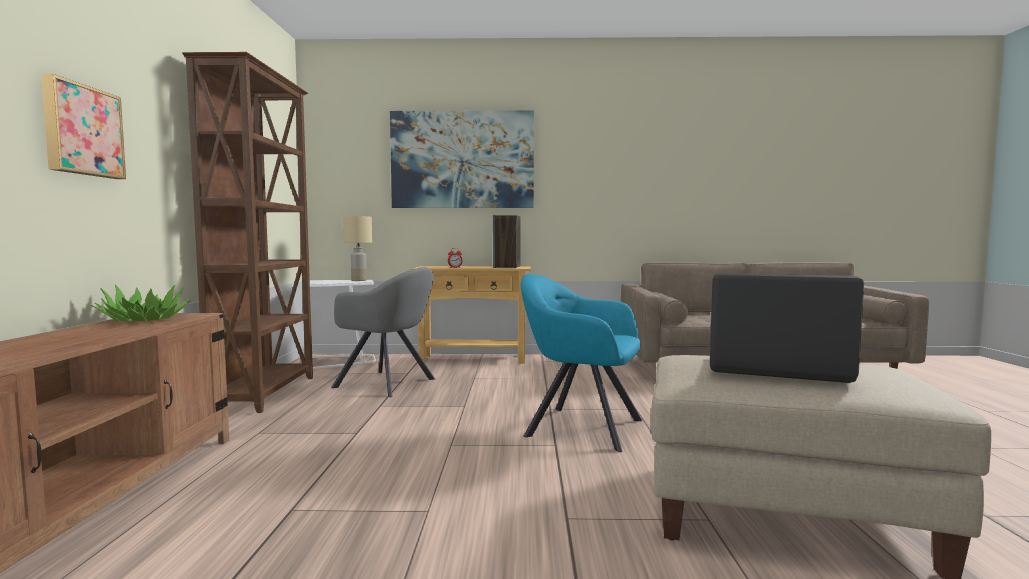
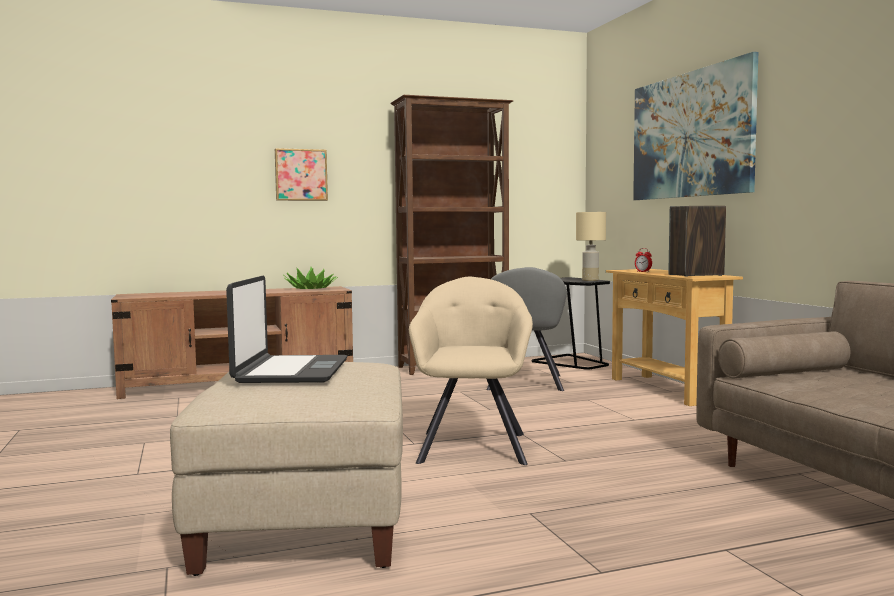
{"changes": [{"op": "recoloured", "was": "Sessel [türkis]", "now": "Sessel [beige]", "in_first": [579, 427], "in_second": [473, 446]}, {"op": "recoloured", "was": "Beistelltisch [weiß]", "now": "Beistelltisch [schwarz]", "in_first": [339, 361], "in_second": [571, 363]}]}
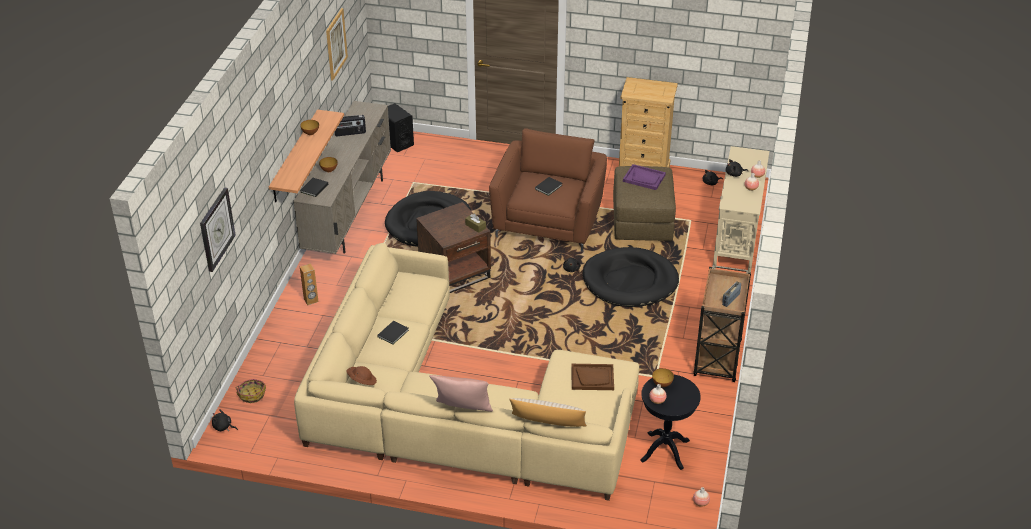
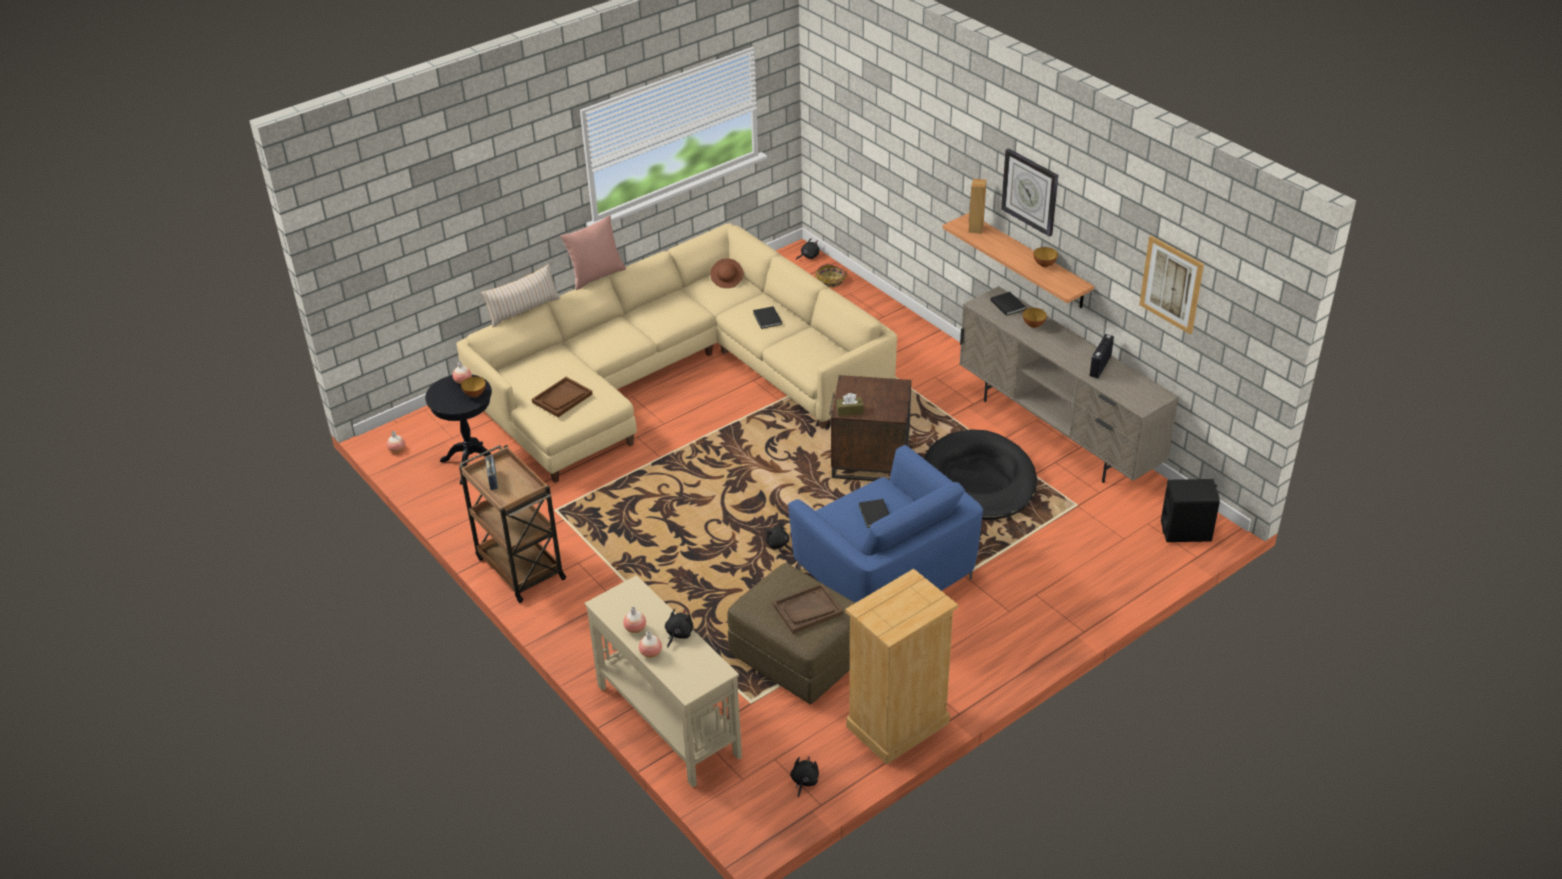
{"changes": [{"op": "recoloured", "was": "Sessel [braun]", "now": "Sessel [blau]", "in_first": [548, 221], "in_second": [884, 575]}, {"op": "recoloured", "was": "Tablett [lila]", "now": "Tablett [braun]", "in_first": [644, 178], "in_second": [807, 610]}, {"op": "moved", "was": "Wanduhr", "in_first": [216, 229], "in_second": [1030, 191]}, {"op": "removed", "was": "Hundebett [schwarz]", "in_first": [630, 281]}, {"op": "moved", "was": "Lautsprecher [braun]", "in_first": [311, 300], "in_second": [975, 229]}]}
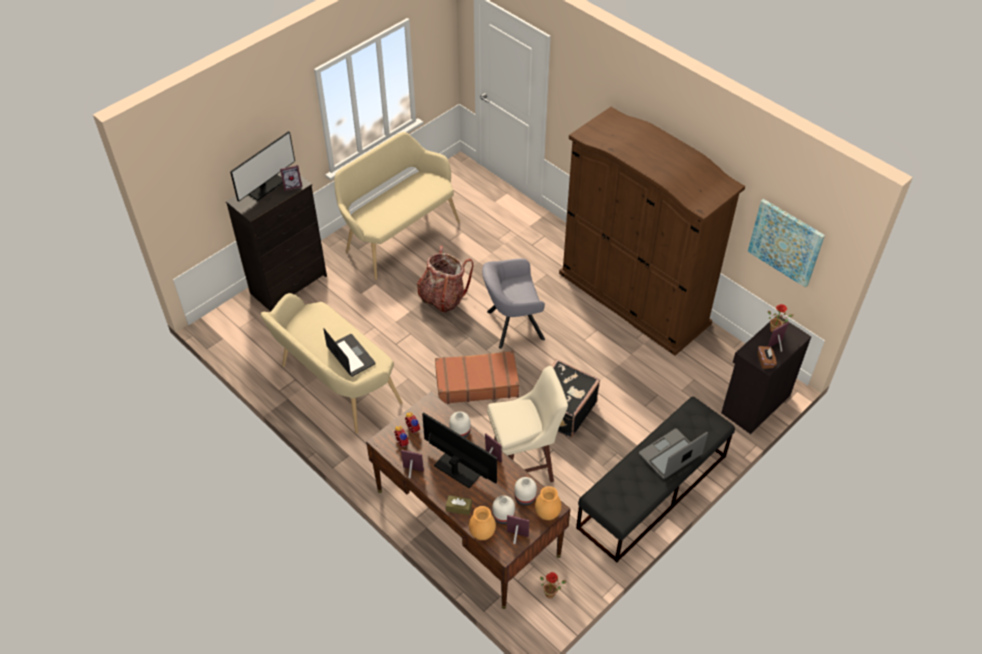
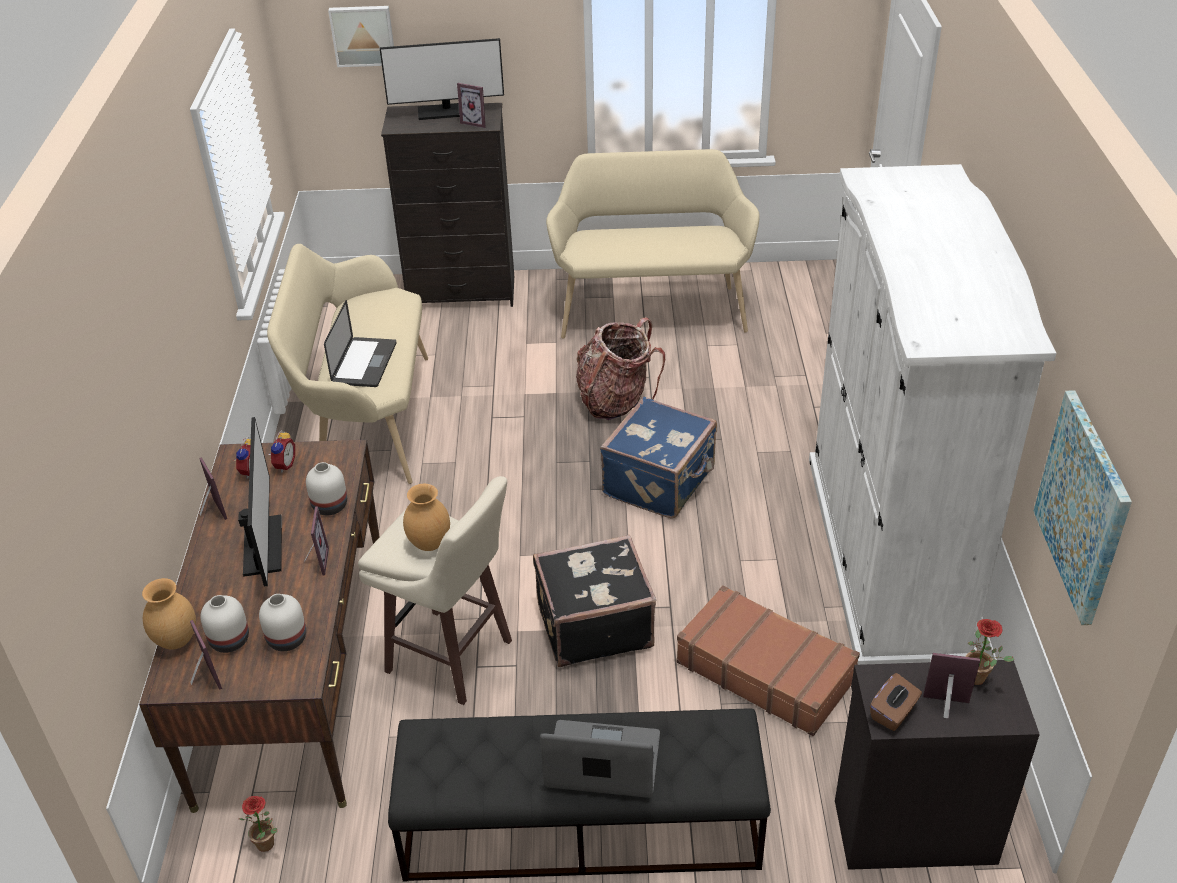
{"changes": [{"op": "recoloured", "was": "Kleiderschrank [braun]", "now": "Kleiderschrank [weiß]", "in_first": [634, 298], "in_second": [886, 553]}, {"op": "replaced", "was": "Sessel [grau]", "now": "Koffer [blau]", "in_first": [511, 325], "in_second": [661, 482]}, {"op": "moved", "was": "Koffer [braun]", "in_first": [476, 383], "in_second": [765, 670]}, {"op": "moved", "was": "Vase [braun]", "in_first": [547, 514], "in_second": [429, 544]}, {"op": "removed", "was": "Taschentuchbox [braun]", "in_first": [458, 507]}, {"op": "added", "now": "Bild", "in_second": [363, 35]}]}
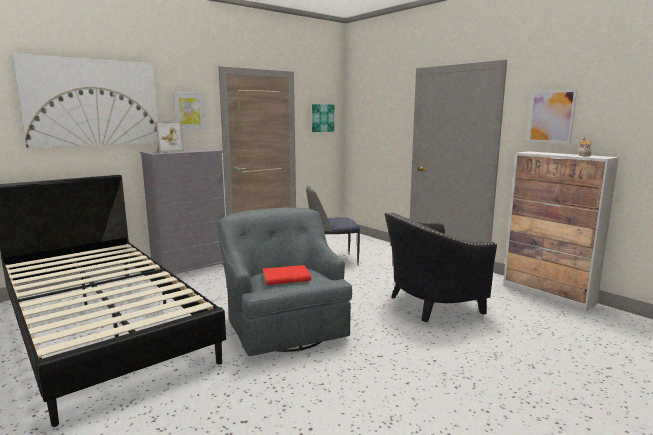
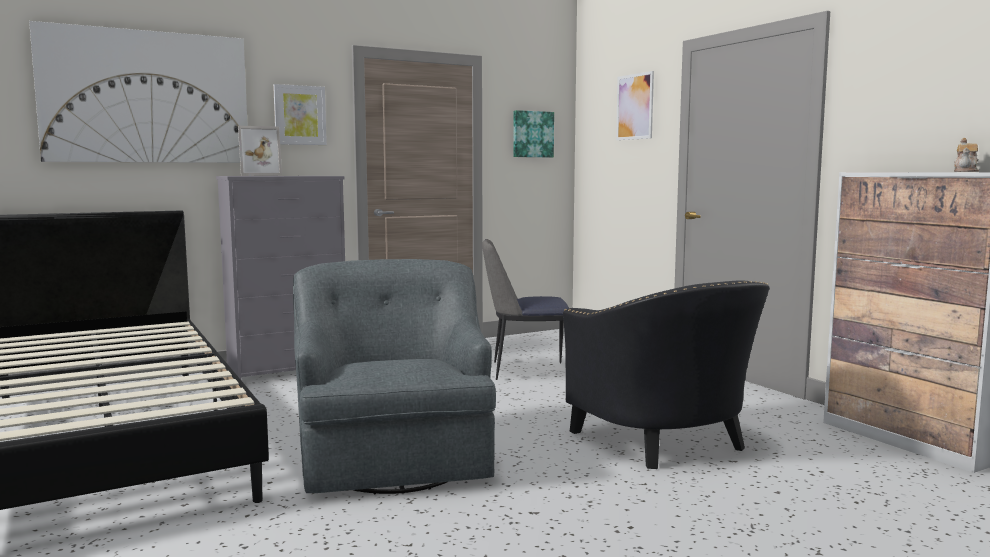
{"changes": [{"op": "moved", "was": "Bild", "in_first": [551, 116], "in_second": [635, 106]}, {"op": "turned", "was": "Sessel [schwarz]", "in_first": [429, 304], "in_second": [666, 443], "clockwise": -105}, {"op": "removed", "was": "Buch [rot]", "in_first": [285, 278]}]}
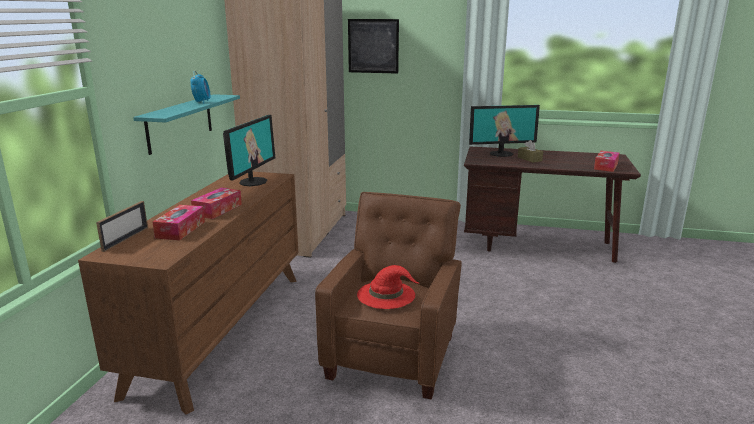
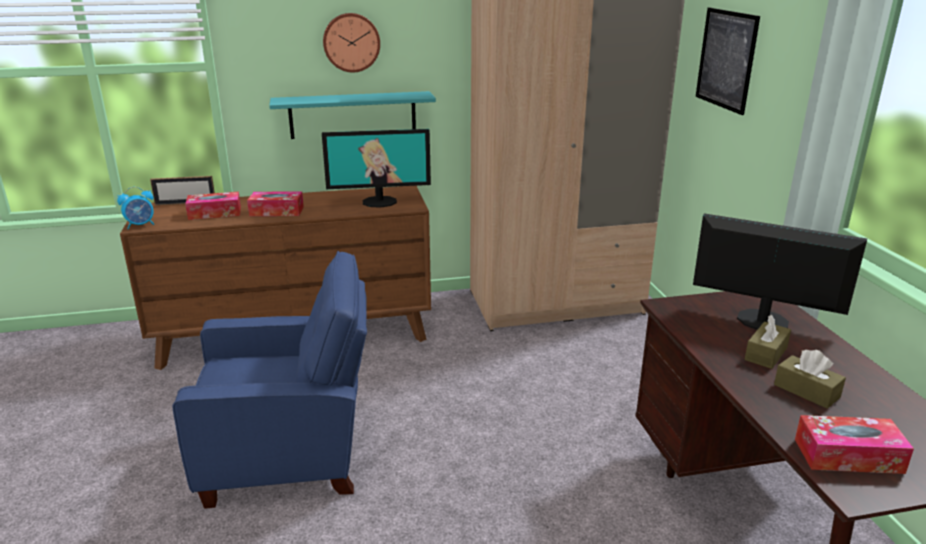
{"changes": [{"op": "moved", "was": "Wecker", "in_first": [202, 102], "in_second": [141, 225]}, {"op": "turned", "was": "Monitor", "in_first": [501, 154], "in_second": [762, 321], "clockwise": 150}, {"op": "recoloured", "was": "Sessel [braun]", "now": "Sessel [blau]", "in_first": [394, 354], "in_second": [291, 456]}, {"op": "removed", "was": "Hut [rot]", "in_first": [387, 294]}, {"op": "added", "now": "Wanduhr", "in_second": [351, 42]}, {"op": "added", "now": "Taschentuchbox [braun]", "in_second": [806, 391]}]}
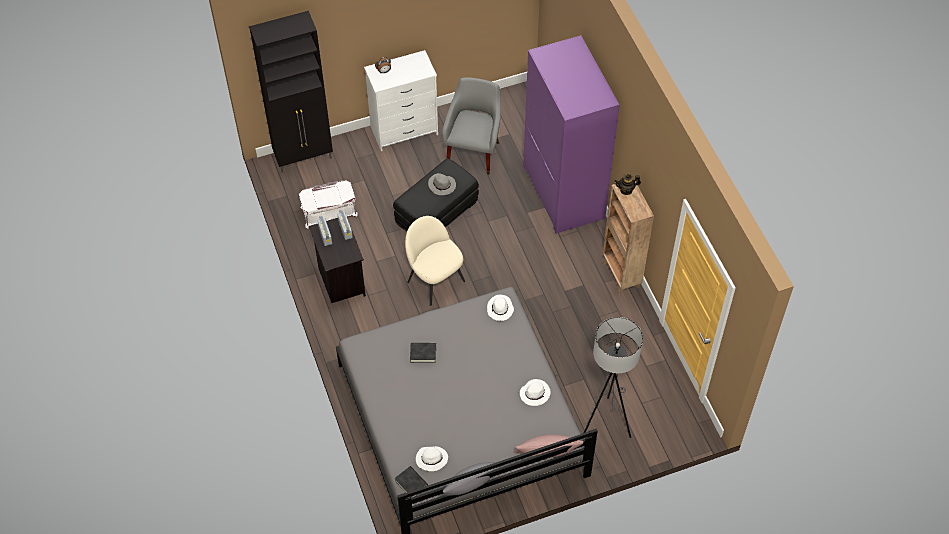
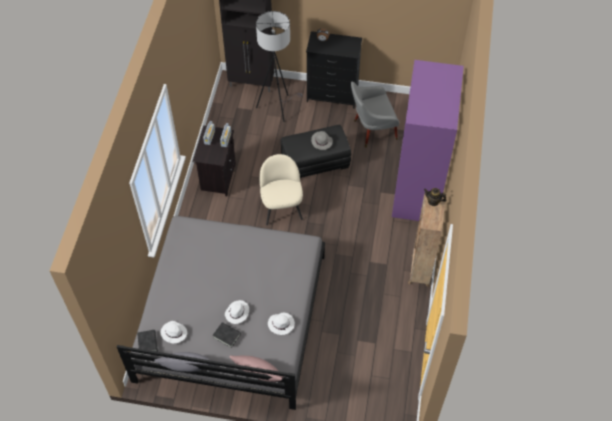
{"changes": [{"op": "recoloured", "was": "Kommode [weiß]", "now": "Kommode [schwarz]", "in_first": [404, 131], "in_second": [332, 95]}, {"op": "turned", "was": "Sessel [grau]", "in_first": [473, 150], "in_second": [372, 130], "clockwise": -150}, {"op": "removed", "was": "Aufbewahrungsbox [weiß]", "in_first": [329, 210]}, {"op": "moved", "was": "Hut [weiß]", "in_first": [500, 309], "in_second": [237, 313]}, {"op": "moved", "was": "Stehlampe [grau]", "in_first": [606, 419], "in_second": [277, 106]}, {"op": "moved", "was": "Buch [schwarz]", "in_first": [423, 354], "in_second": [227, 336]}]}
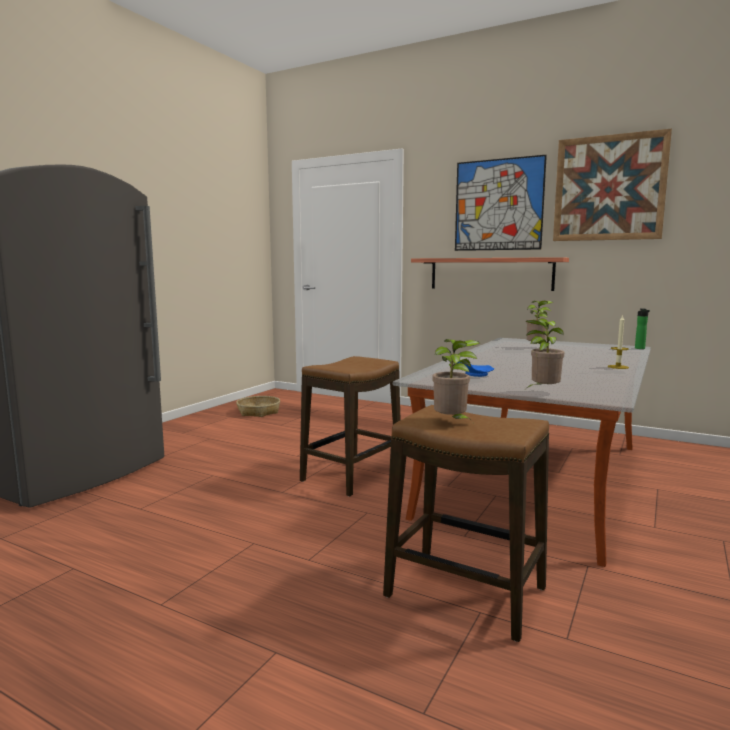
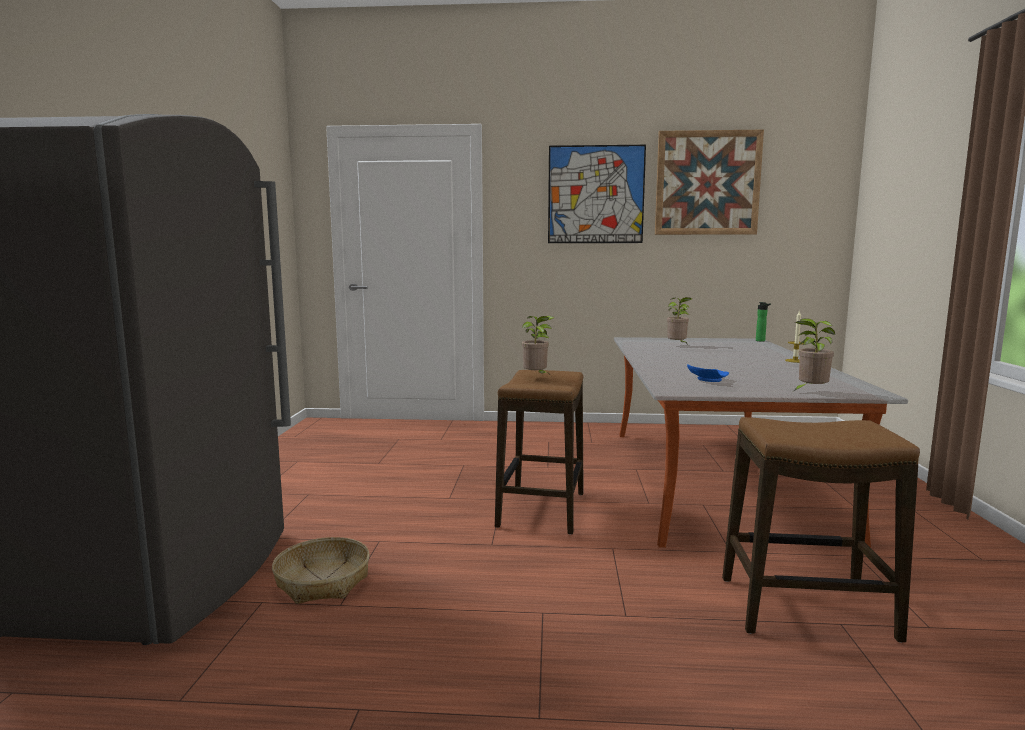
{"changes": [{"op": "removed", "was": "Wandregal", "in_first": [490, 274]}, {"op": "moved", "was": "Topfpflanze", "in_first": [452, 423], "in_second": [536, 377]}, {"op": "moved", "was": "Korb", "in_first": [258, 412], "in_second": [322, 581]}]}
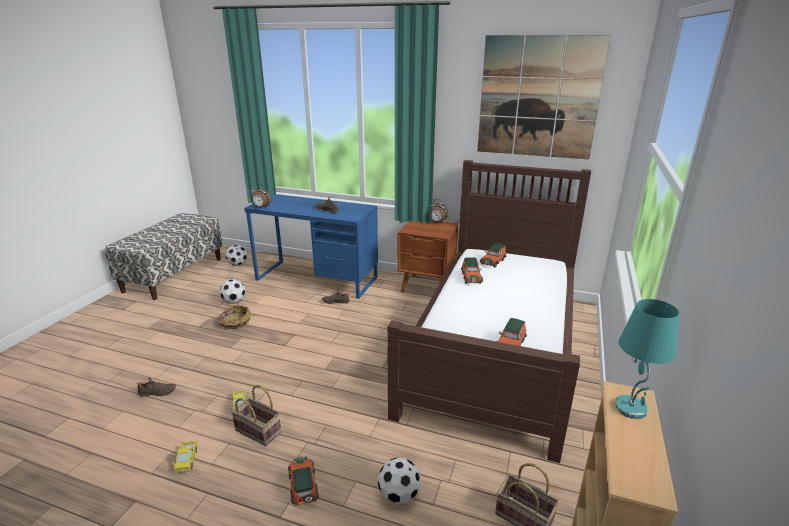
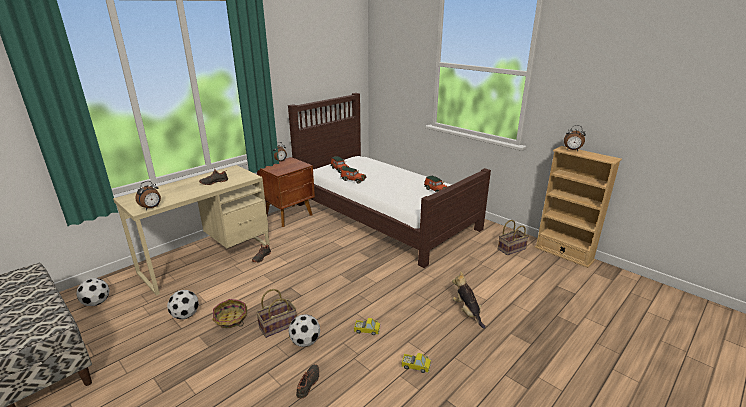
{"changes": [{"op": "removed", "was": "Bild", "in_first": [538, 98]}, {"op": "recoloured", "was": "Schreibtisch [blau]", "now": "Schreibtisch [beige]", "in_first": [317, 278], "in_second": [207, 259]}, {"op": "replaced", "was": "Tischlampe [türkis]", "now": "Wecker", "in_first": [631, 409], "in_second": [572, 150]}, {"op": "moved", "was": "Korb", "in_first": [259, 431], "in_second": [278, 325]}, {"op": "replaced", "was": "Spielzeugauto", "now": "Plüschtier", "in_first": [303, 488], "in_second": [467, 312]}, {"op": "moved", "was": "Fußball", "in_first": [398, 495], "in_second": [305, 342]}]}
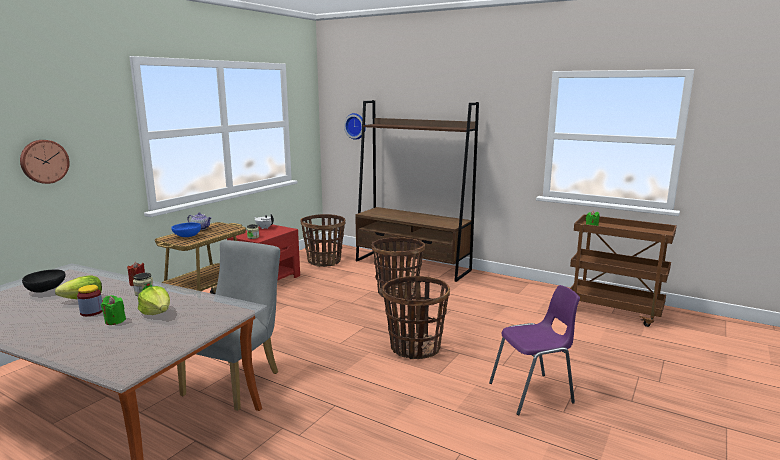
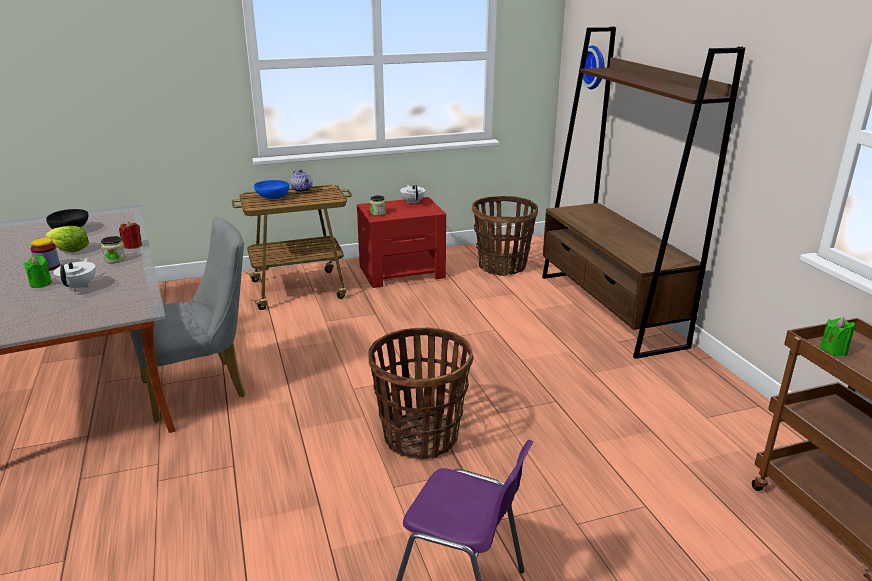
{"changes": [{"op": "removed", "was": "Wanduhr", "in_first": [44, 161]}, {"op": "removed", "was": "Korb", "in_first": [397, 293]}, {"op": "replaced", "was": "Salatkopf", "now": "Teekanne [weiß]", "in_first": [157, 312], "in_second": [79, 286]}]}
